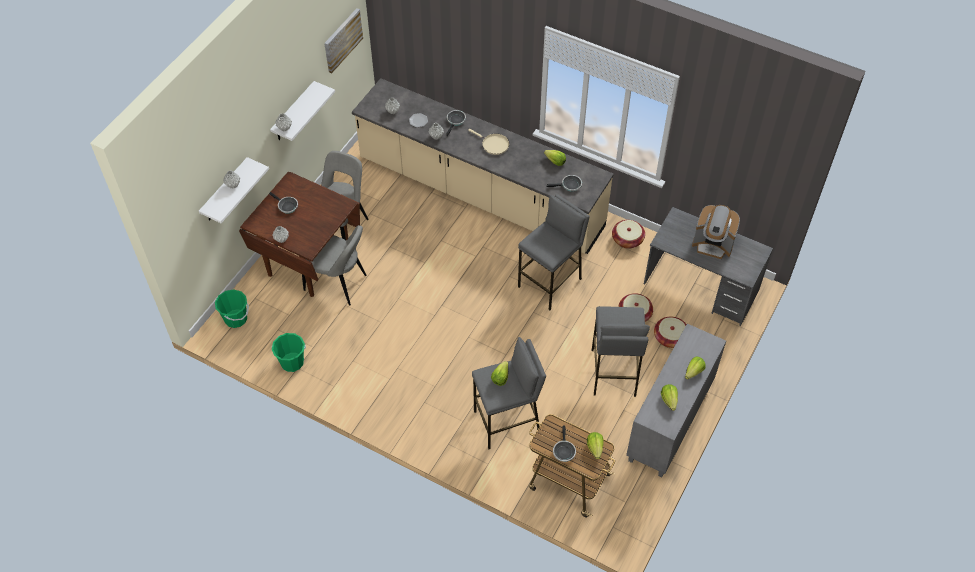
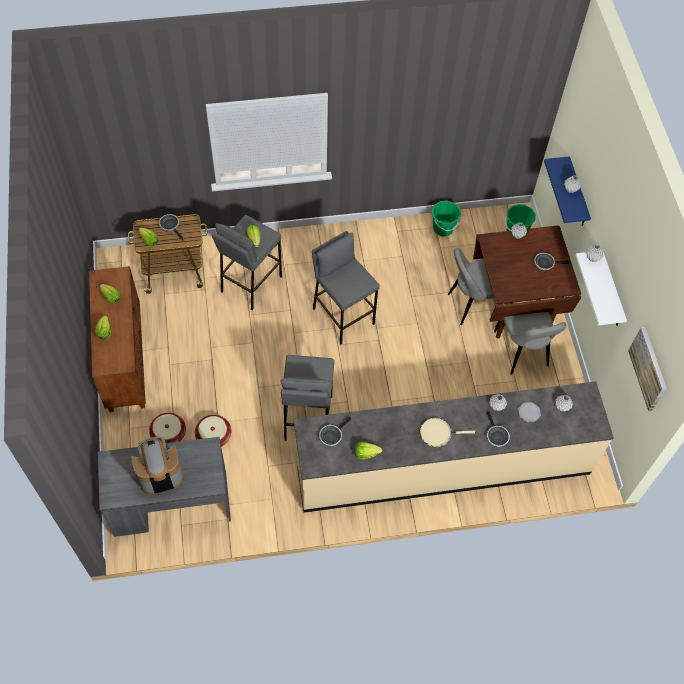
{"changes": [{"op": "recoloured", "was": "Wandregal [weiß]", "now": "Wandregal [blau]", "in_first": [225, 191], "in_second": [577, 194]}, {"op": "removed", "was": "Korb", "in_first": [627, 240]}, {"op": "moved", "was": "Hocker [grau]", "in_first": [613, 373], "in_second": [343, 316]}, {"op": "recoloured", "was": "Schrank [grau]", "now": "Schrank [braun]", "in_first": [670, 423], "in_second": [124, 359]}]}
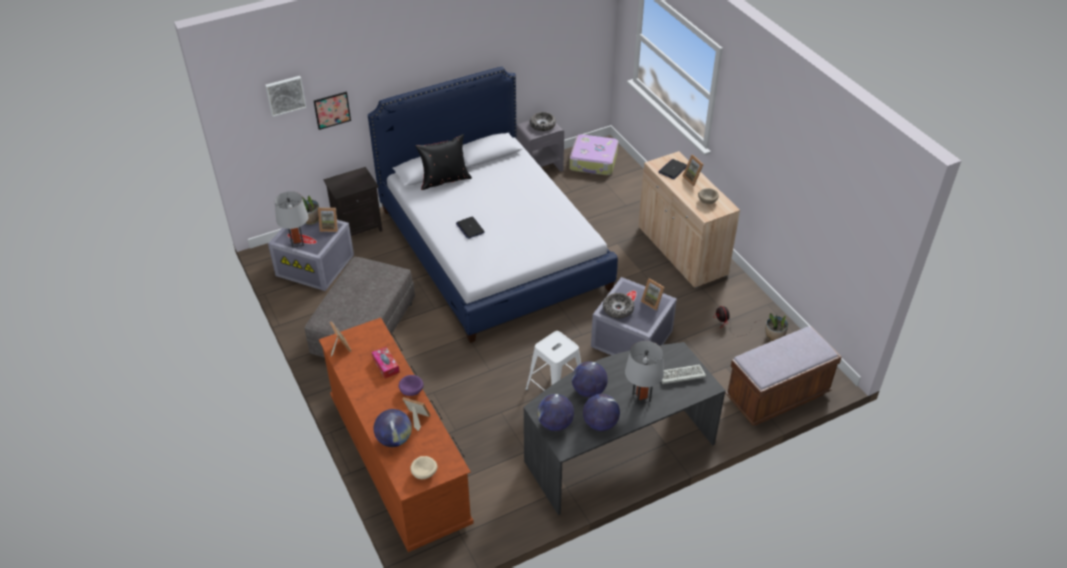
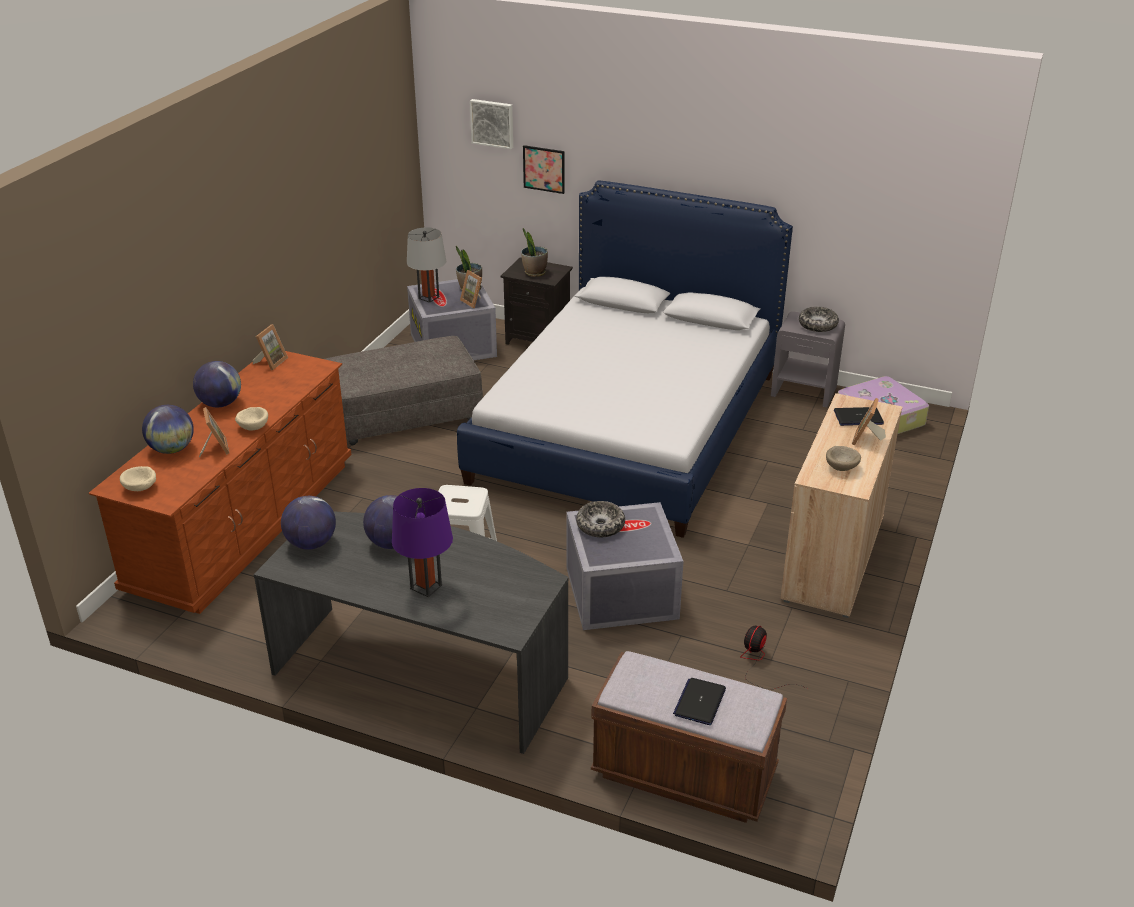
{"changes": [{"op": "removed", "was": "Kissen [schwarz]", "in_first": [444, 180]}, {"op": "moved", "was": "Laptop", "in_first": [470, 228], "in_second": [699, 702]}, {"op": "removed", "was": "Bilderrahmen", "in_first": [653, 302]}, {"op": "moved", "was": "Topfpflanze", "in_first": [774, 337], "in_second": [534, 273]}, {"op": "recoloured", "was": "Tischlampe [grau]", "now": "Tischlampe [lila]", "in_first": [641, 397], "in_second": [426, 587]}, {"op": "removed", "was": "Taschentuchbox", "in_first": [386, 365]}, {"op": "removed", "was": "Tastatur", "in_first": [680, 376]}, {"op": "recoloured", "was": "Schüssel [lila]", "now": "Schüssel [beige]", "in_first": [411, 390], "in_second": [253, 427]}, {"op": "moved", "was": "Globus", "in_first": [600, 423], "in_second": [220, 403]}]}
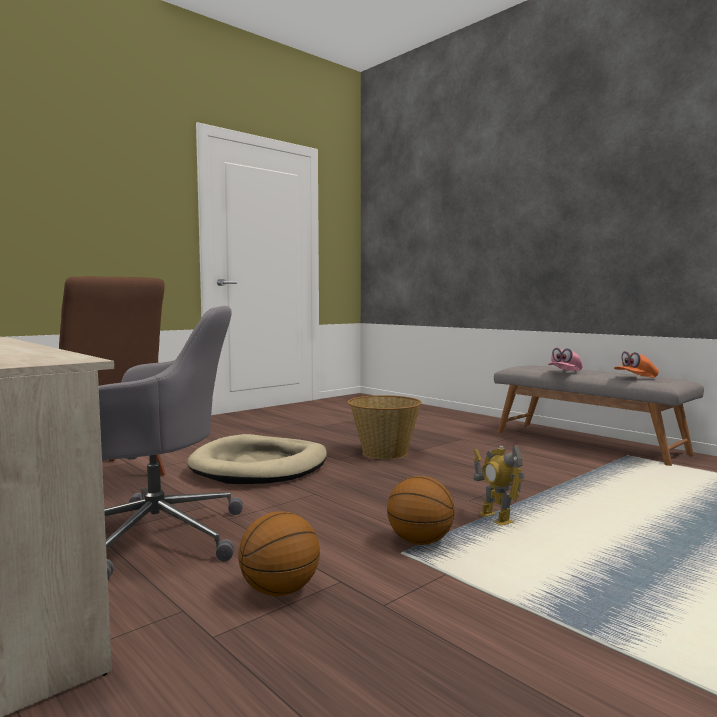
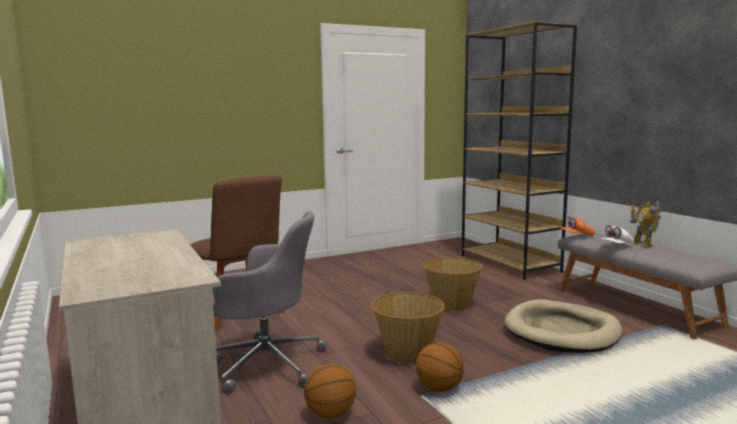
{"changes": [{"op": "recoloured", "was": "Kappe [rosa]", "now": "Kappe [weiß]", "in_first": [565, 372], "in_second": [616, 246]}, {"op": "moved", "was": "Kappe [orange]", "in_first": [635, 378], "in_second": [576, 236]}, {"op": "moved", "was": "Hundebett [beige]", "in_first": [260, 466], "in_second": [562, 331]}, {"op": "moved", "was": "Spielzeugroboter", "in_first": [496, 519], "in_second": [642, 243]}, {"op": "added", "now": "Bücherregal [braun]", "in_second": [510, 263]}, {"op": "added", "now": "Korb", "in_second": [407, 353]}]}
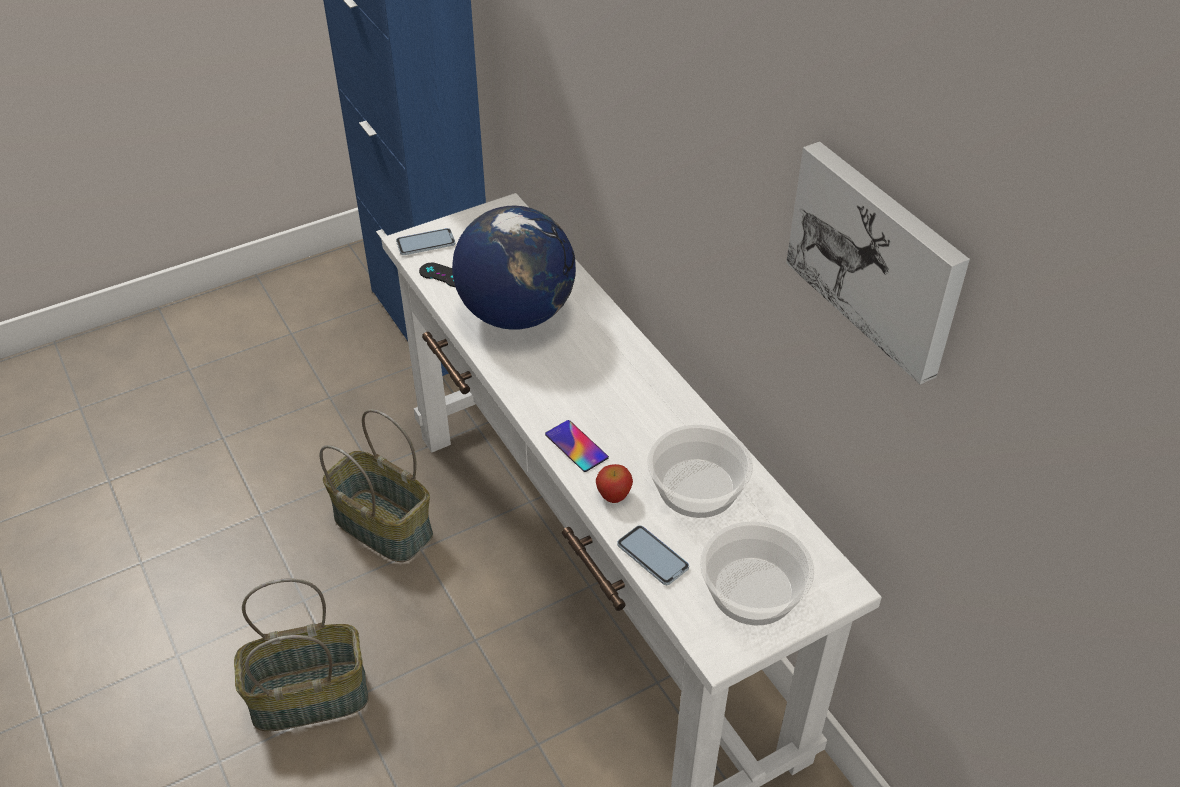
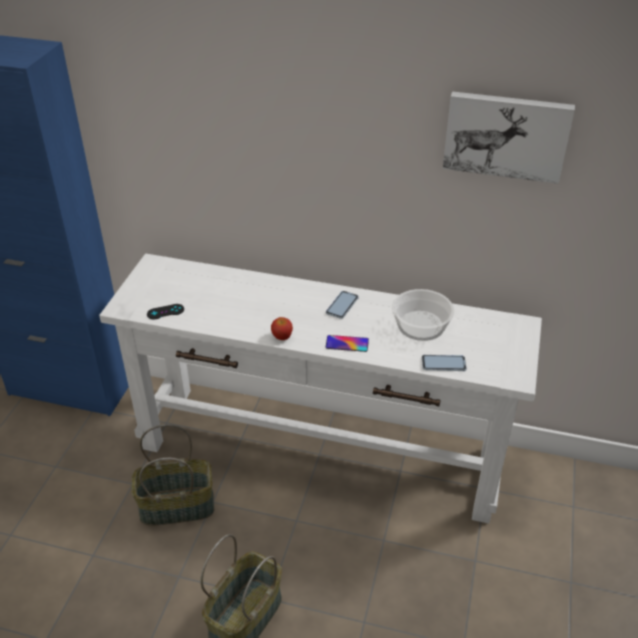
{"changes": [{"op": "removed", "was": "Globus", "in_first": [516, 313]}, {"op": "moved", "was": "Handy", "in_first": [425, 243], "in_second": [342, 305]}, {"op": "moved", "was": "Apfel", "in_first": [614, 495], "in_second": [282, 336]}, {"op": "removed", "was": "Schüssel", "in_first": [753, 589]}]}
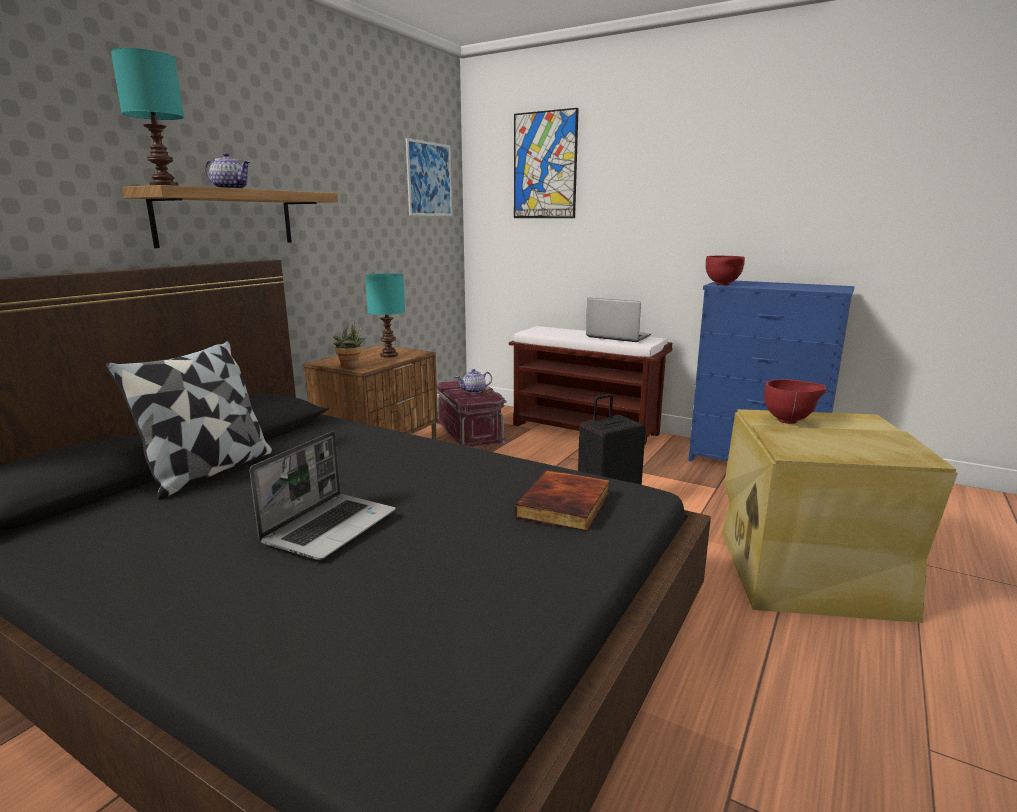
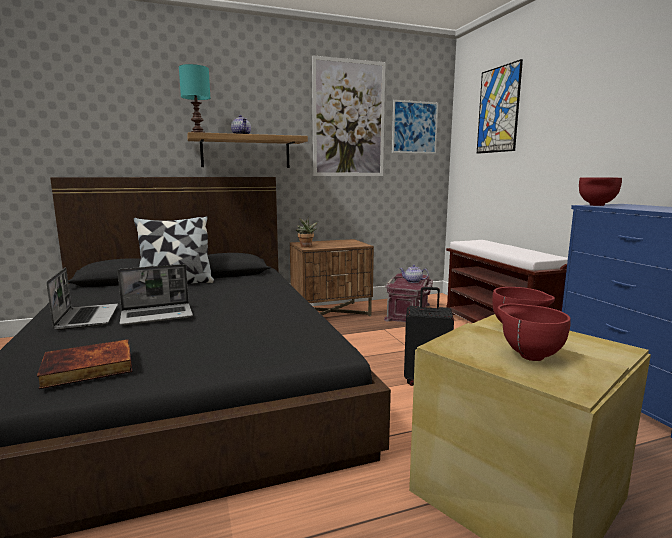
{"changes": [{"op": "removed", "was": "Tischlampe [türkis]", "in_first": [388, 355]}, {"op": "moved", "was": "Laptop", "in_first": [617, 337], "in_second": [87, 317]}, {"op": "moved", "was": "Buch", "in_first": [566, 505], "in_second": [88, 368]}, {"op": "added", "now": "Bild", "in_second": [349, 119]}, {"op": "added", "now": "Schüssel [rot]", "in_second": [528, 355]}]}
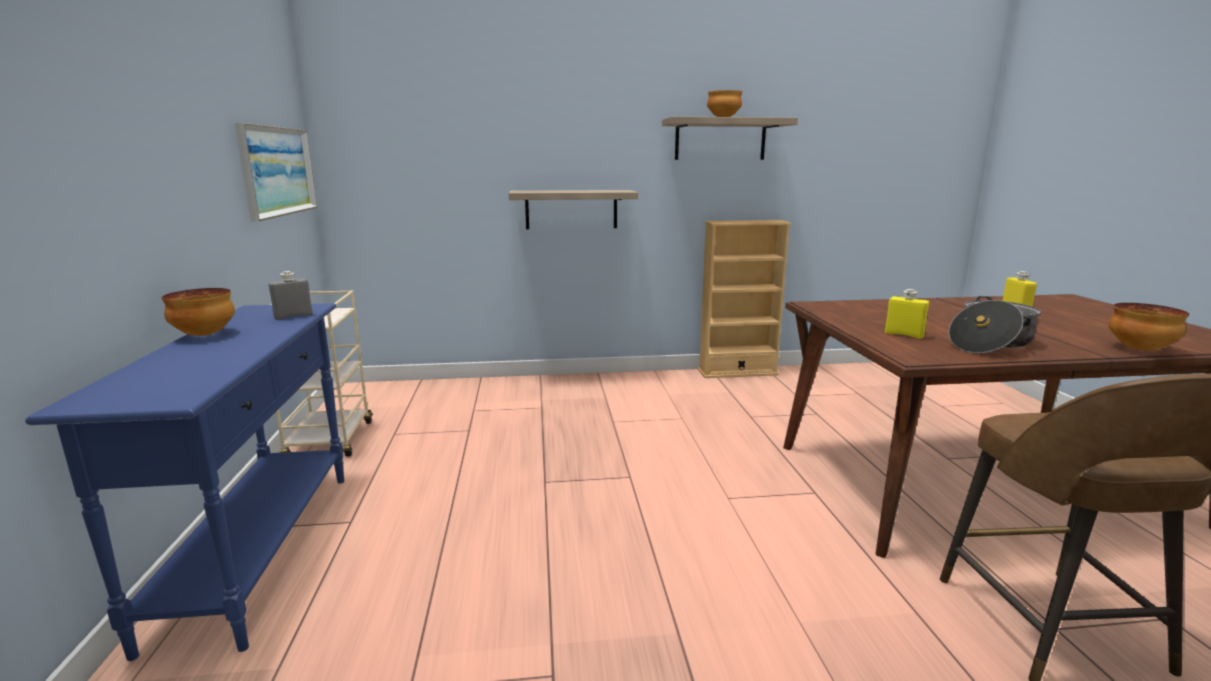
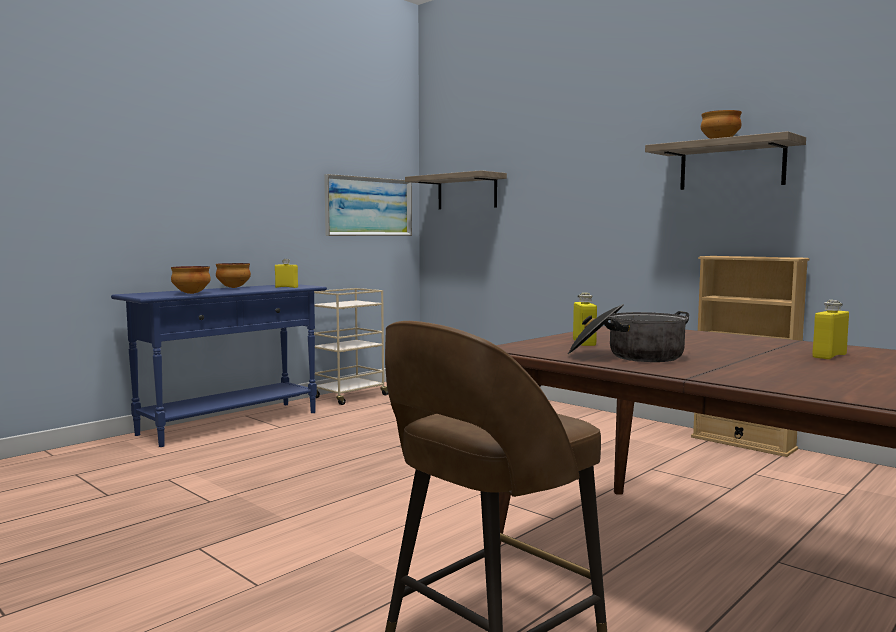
{"changes": [{"op": "moved", "was": "Wandregal", "in_first": [571, 209], "in_second": [467, 192]}, {"op": "recoloured", "was": "Flasche [grau]", "now": "Flasche [gelb]", "in_first": [293, 316], "in_second": [286, 287]}, {"op": "moved", "was": "Schüssel", "in_first": [1140, 349], "in_second": [191, 293]}]}
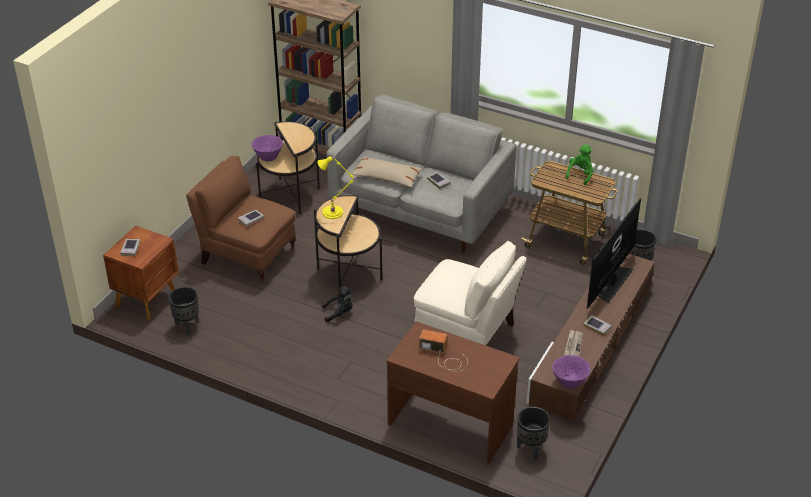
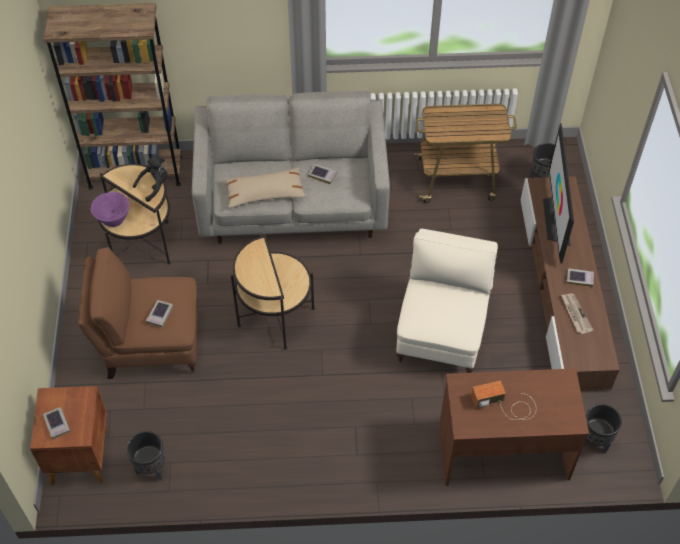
{"changes": [{"op": "removed", "was": "Plüschtier [grün]", "in_first": [580, 174]}, {"op": "removed", "was": "Tischlampe [gelb]", "in_first": [334, 212]}, {"op": "turned", "was": "Sessel [beige]", "in_first": [467, 332], "in_second": [442, 333], "clockwise": -75}, {"op": "moved", "was": "Plüschtier [schwarz]", "in_first": [339, 313], "in_second": [154, 186]}, {"op": "removed", "was": "Schüssel [lila]", "in_first": [569, 383]}]}
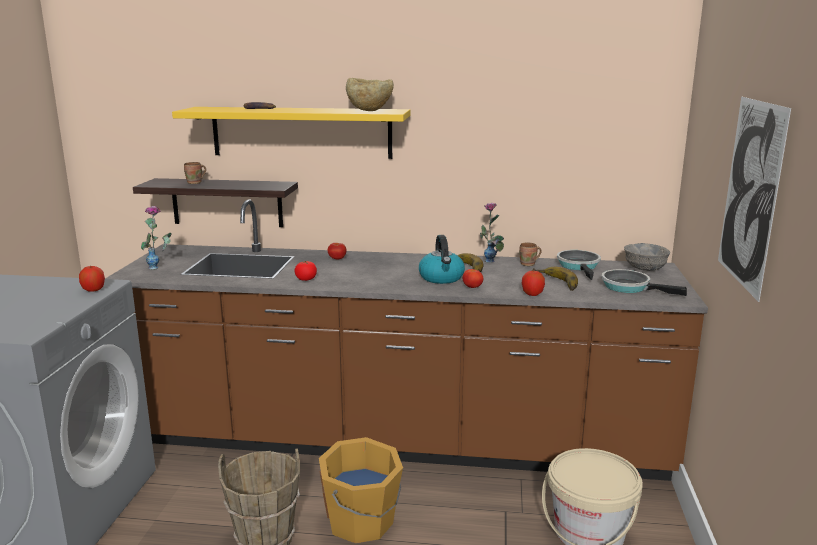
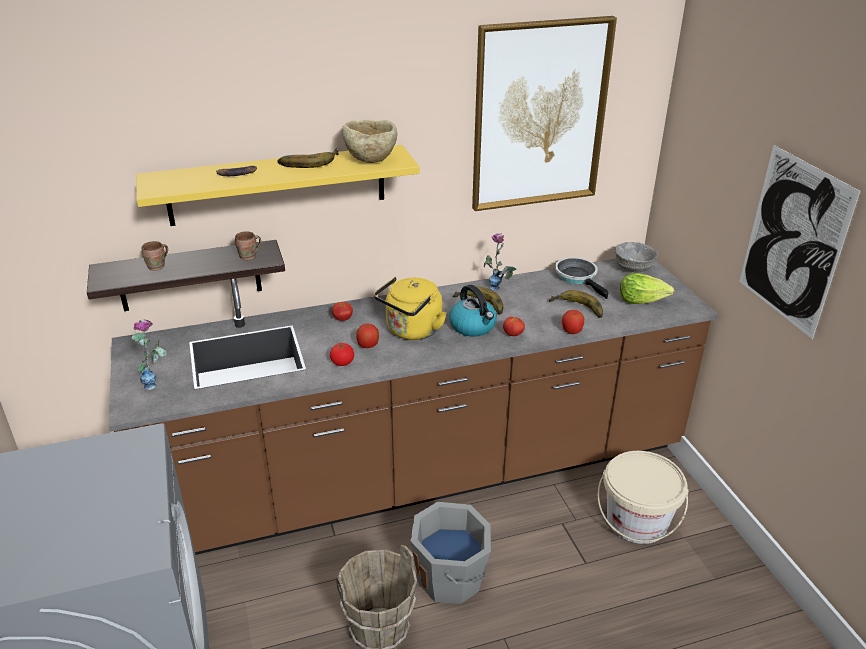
{"changes": [{"op": "moved", "was": "Henkelbecher [braun]", "in_first": [528, 264], "in_second": [249, 257]}, {"op": "moved", "was": "Apfel", "in_first": [93, 290], "in_second": [368, 345]}, {"op": "replaced", "was": "Pfanne", "now": "Salatkopf", "in_first": [629, 287], "in_second": [641, 300]}, {"op": "recoloured", "was": "Eimer [orange]", "now": "Eimer [grau]", "in_first": [362, 521], "in_second": [451, 578]}, {"op": "added", "now": "Bild", "in_second": [539, 115]}, {"op": "added", "now": "Banane", "in_second": [308, 161]}, {"op": "added", "now": "Wasserkessel [gelb]", "in_second": [412, 331]}]}
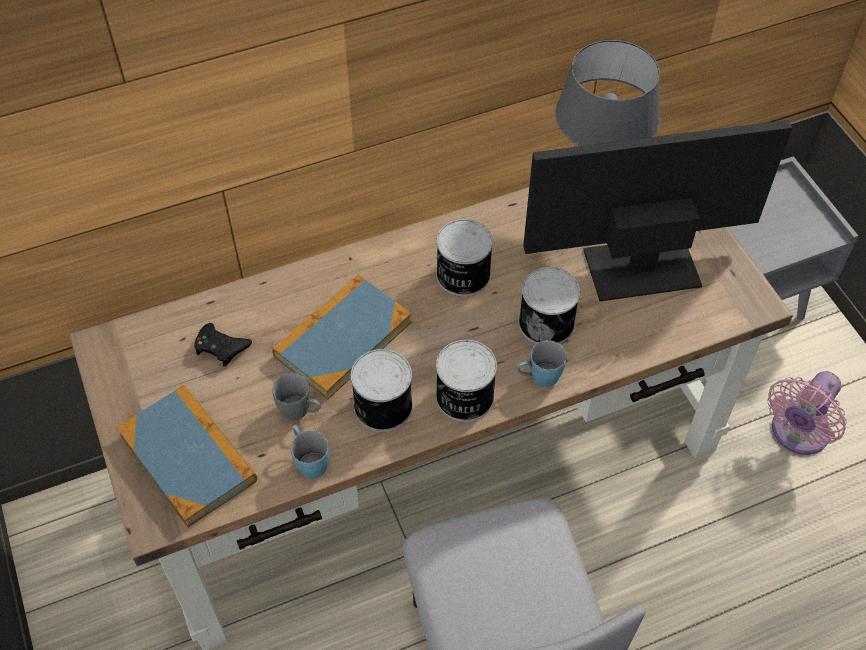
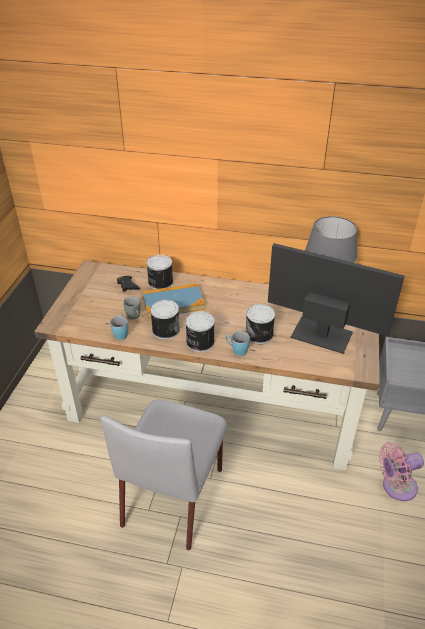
{"changes": [{"op": "moved", "was": "Dose", "in_first": [462, 276], "in_second": [160, 282]}, {"op": "removed", "was": "Buch", "in_first": [188, 457]}]}
